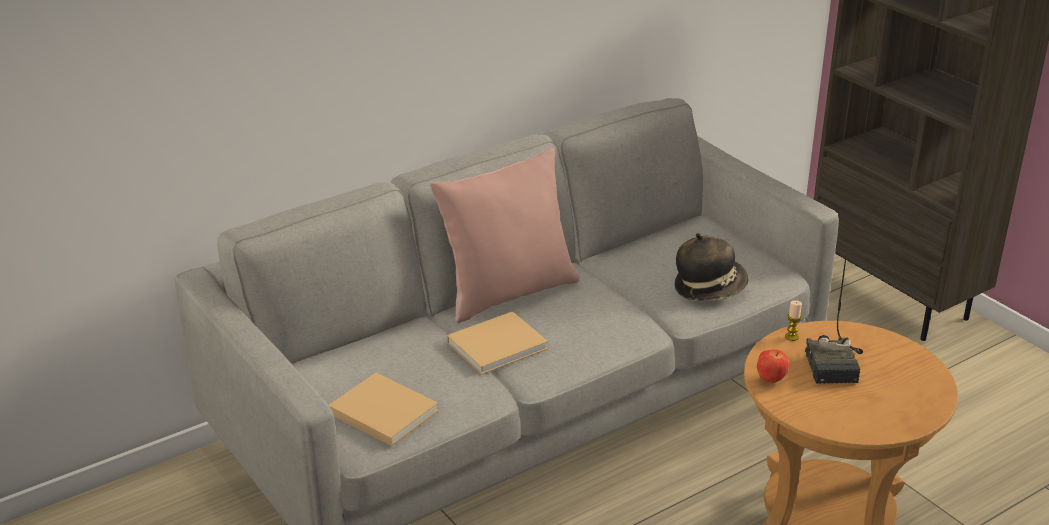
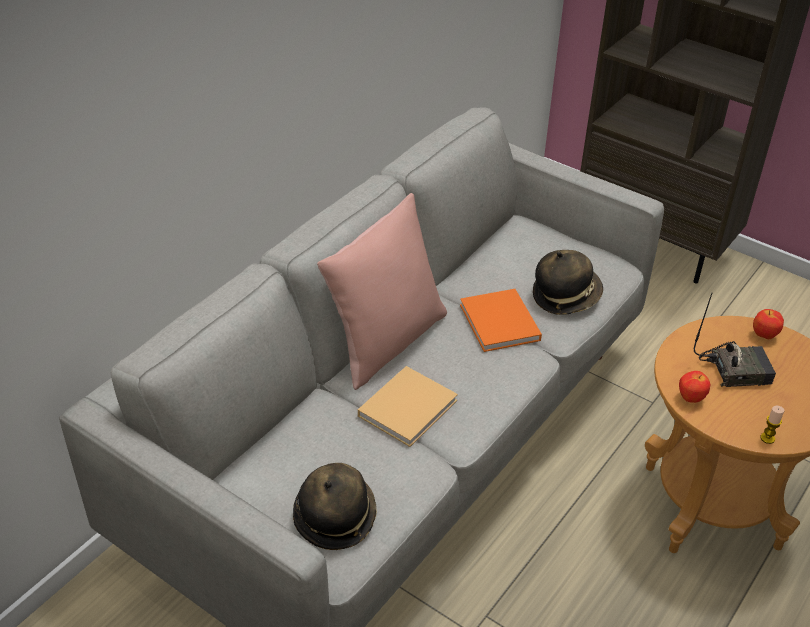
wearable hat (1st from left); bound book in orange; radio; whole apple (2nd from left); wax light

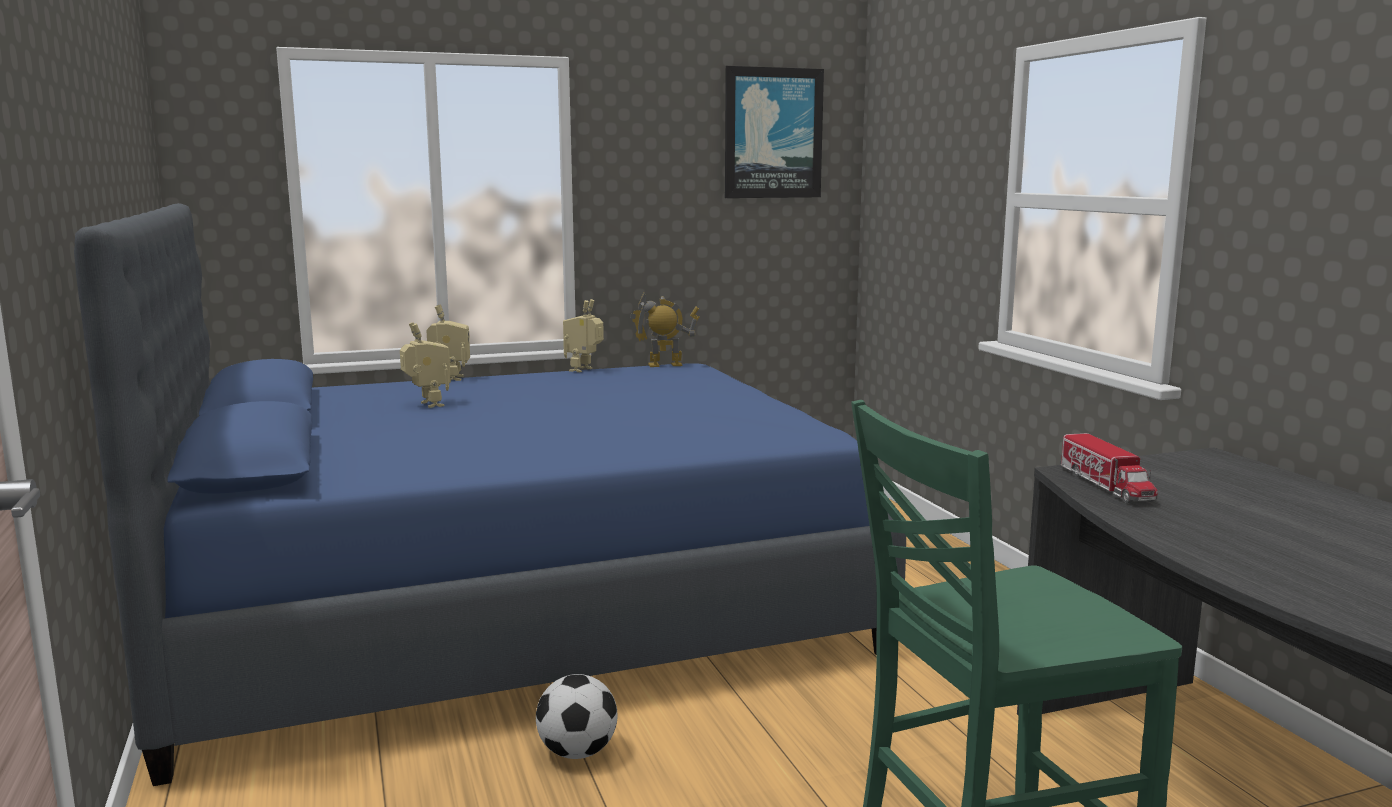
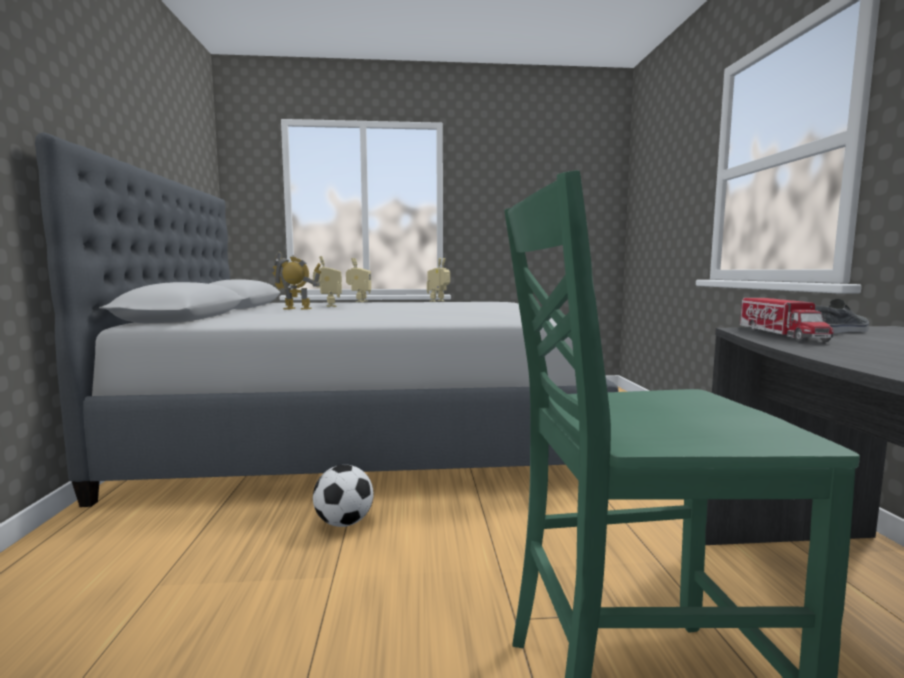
sleeping bed in greyish; toy robot (1st from left); shoe in greyish; picture

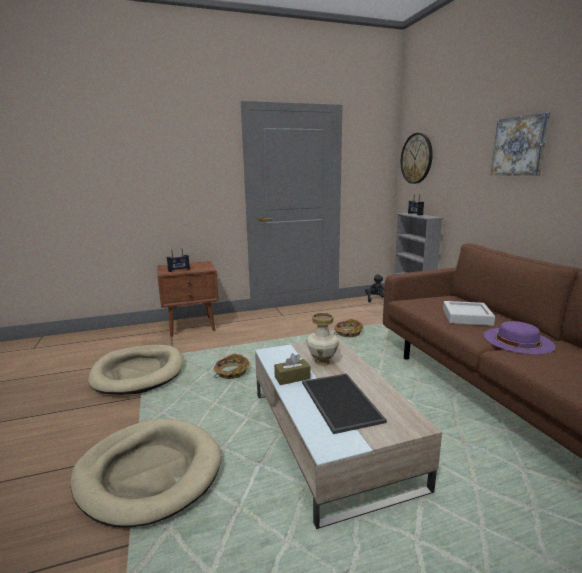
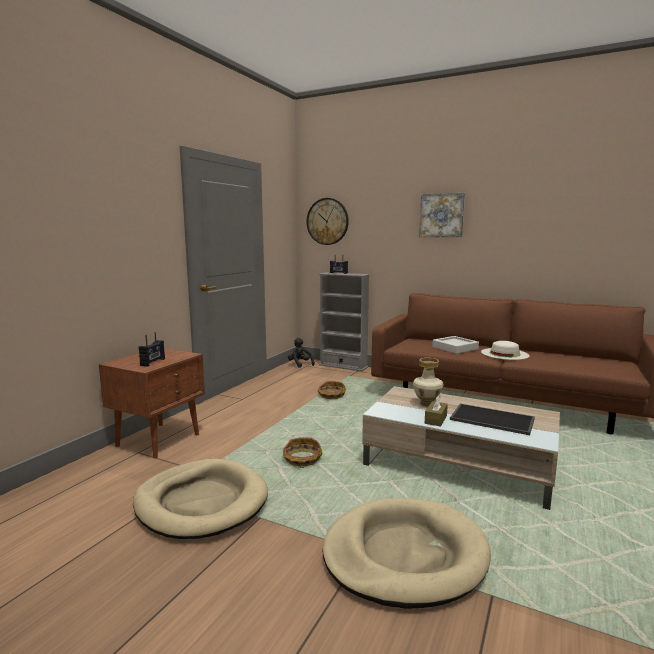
wearable hat in white

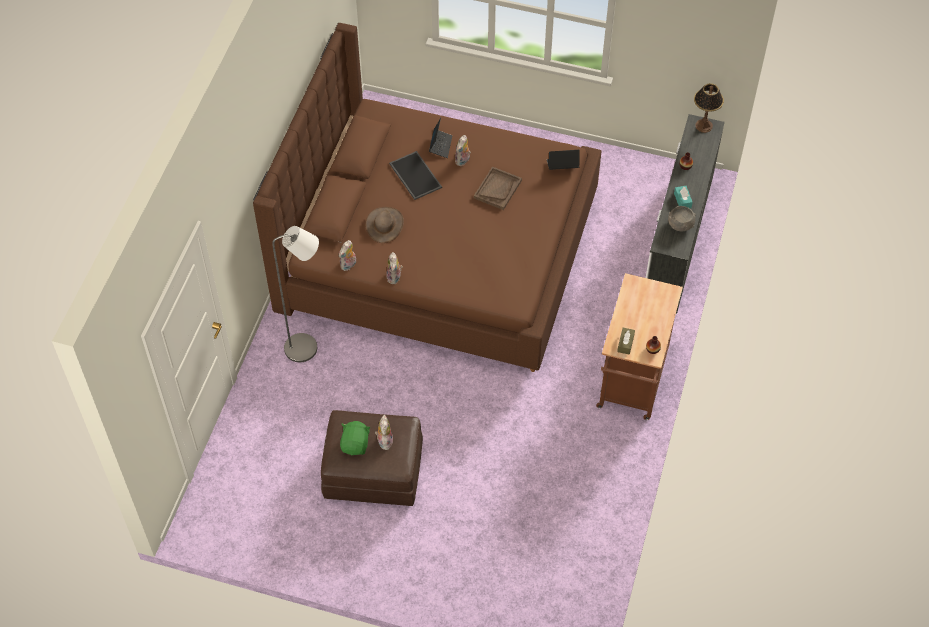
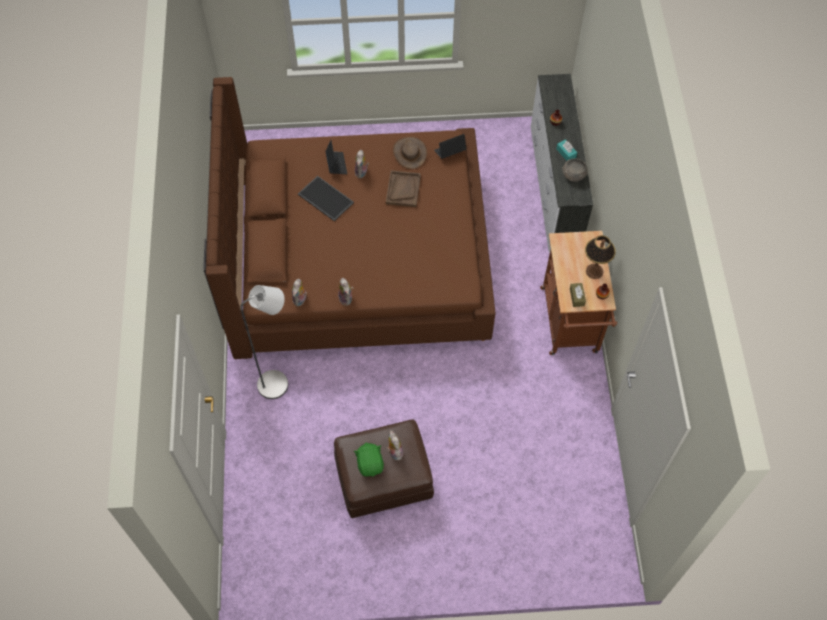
wearable hat in brown-coloured; table lamp

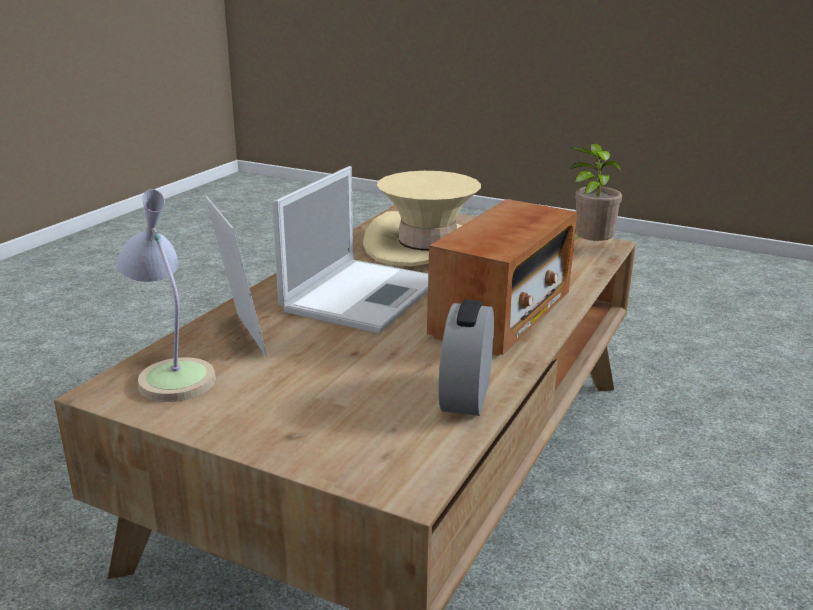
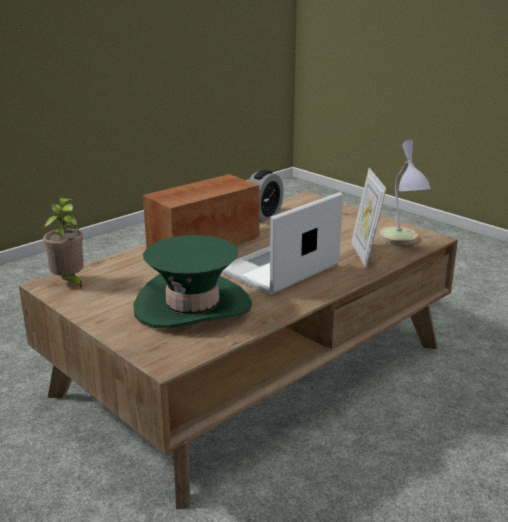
wearable hat in green-coloured

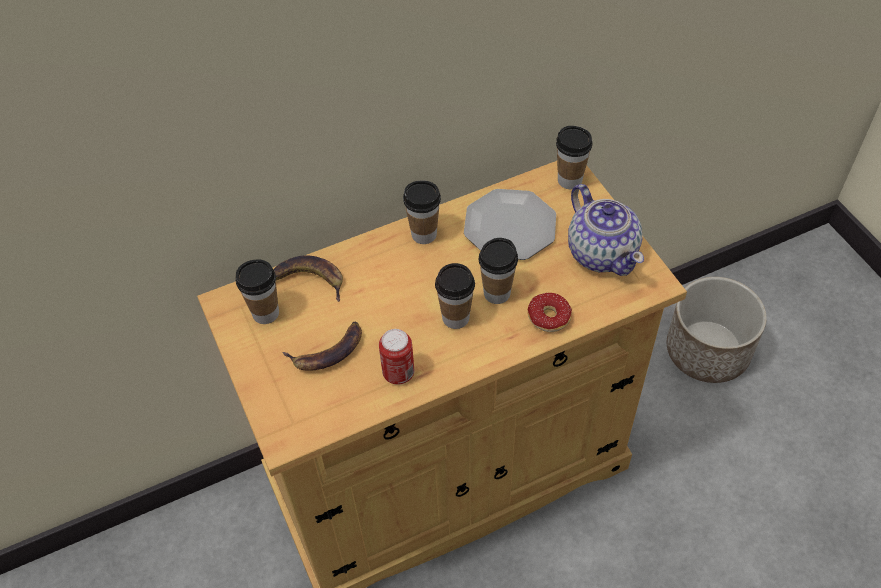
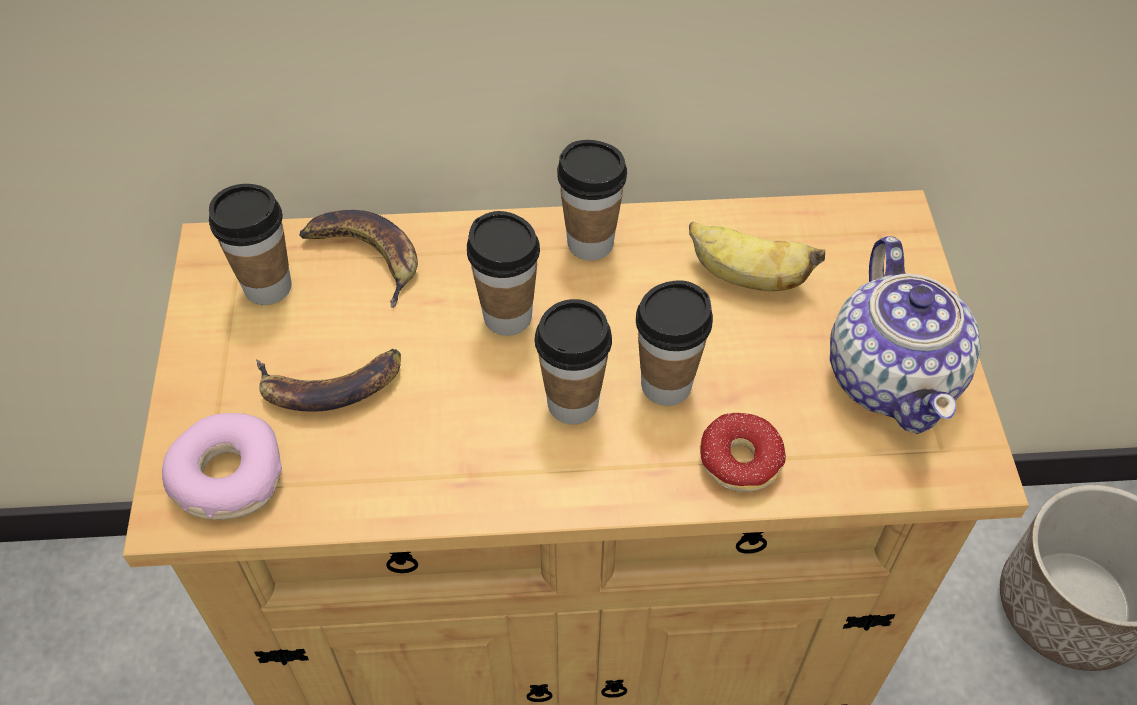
ring doughnut (1st from left); drinking cup (2nd from left); banana (3rd from left); sealed can

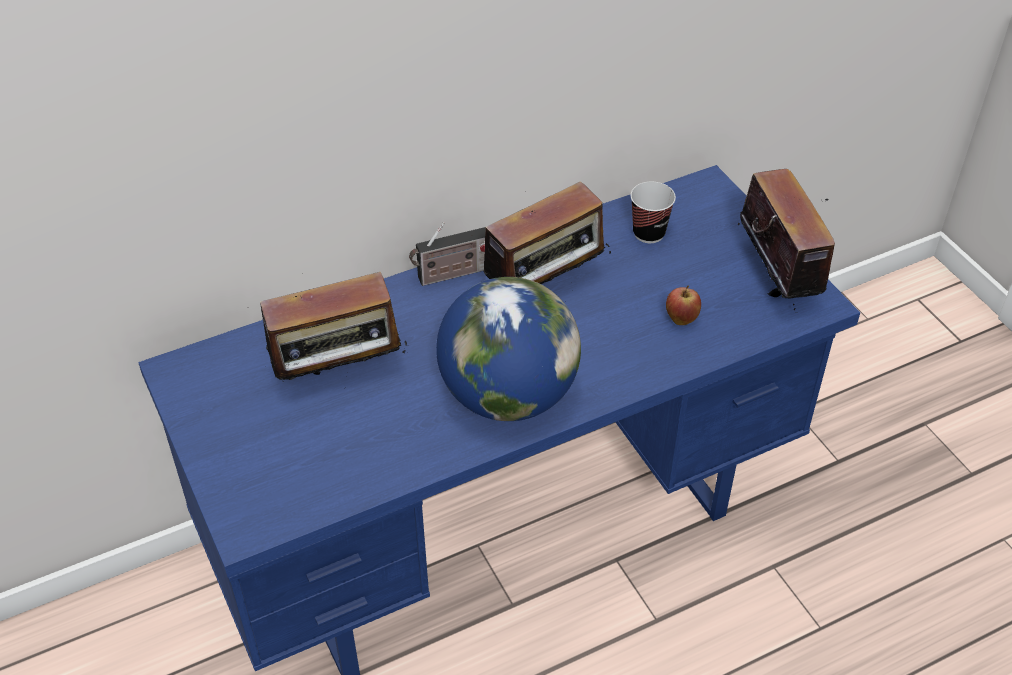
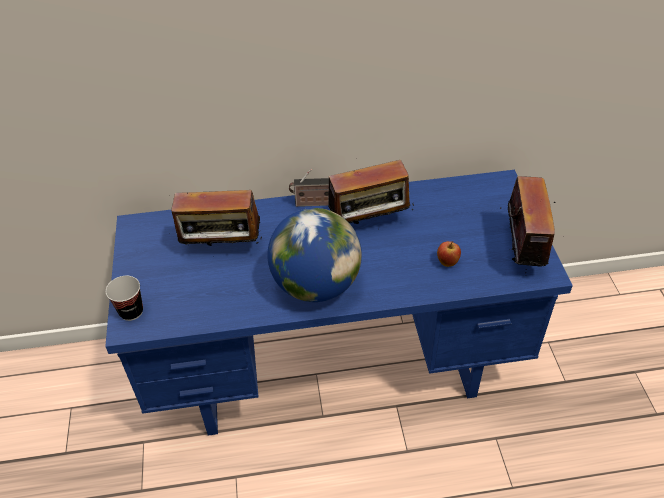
drinking cup

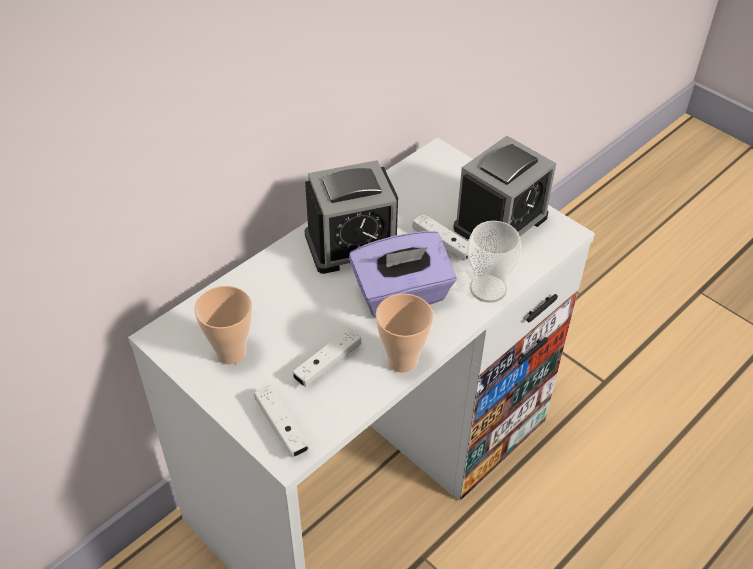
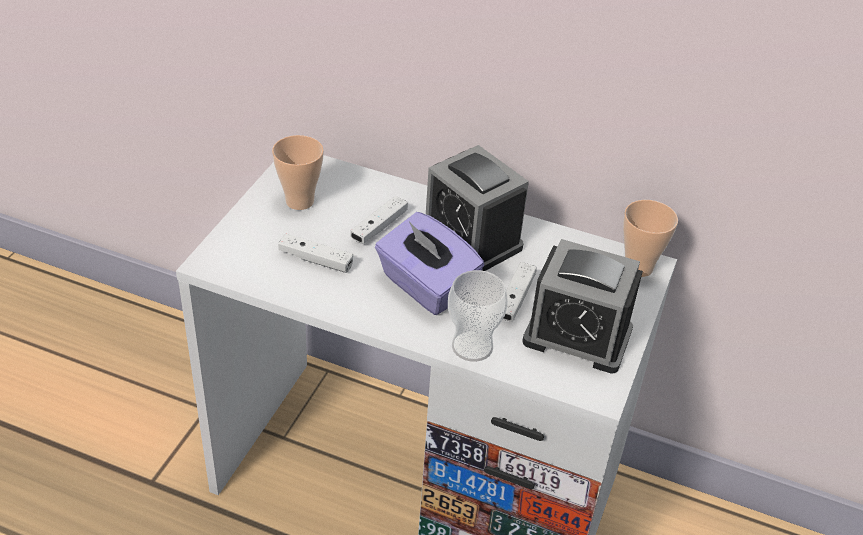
gamepad in white (2nd from left); drinking cup (3rd from left)

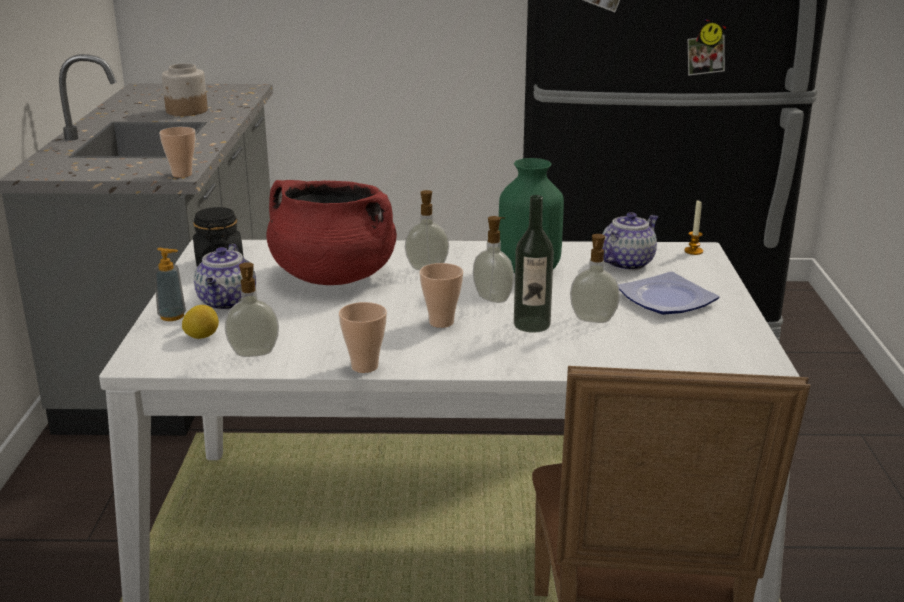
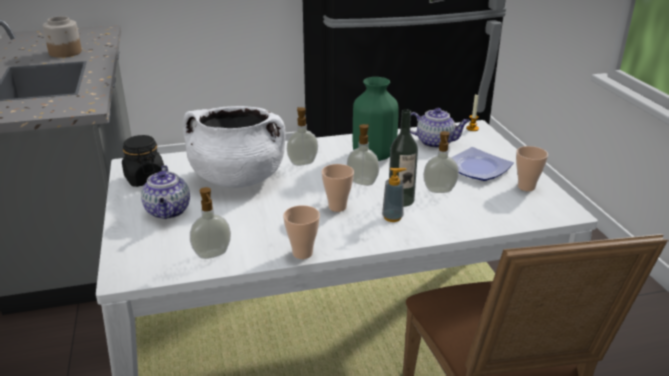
cooking pot in white; soap dispenser (4th from left); pot for tea (2nd from left); drinking cup (3rd from left); whole lemon

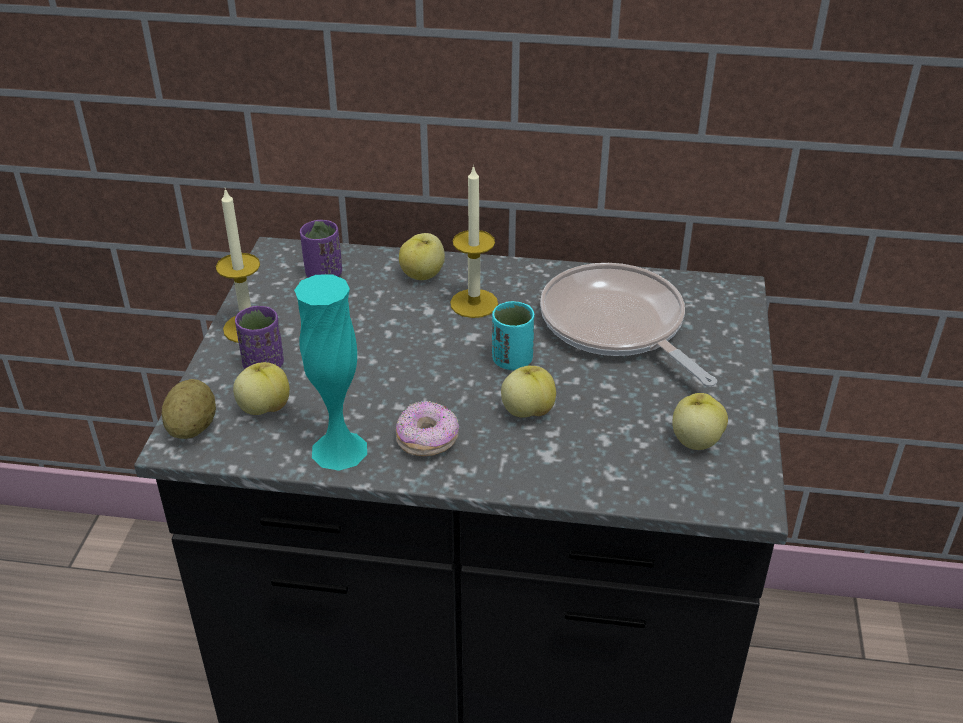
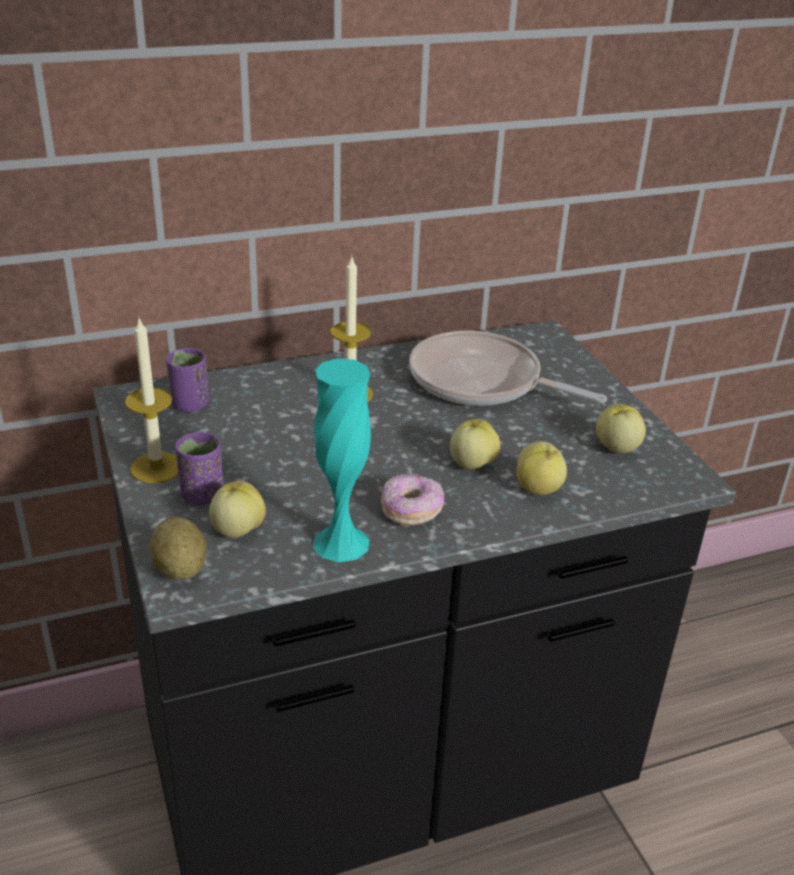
whole apple (3rd from left); drinking cup in turquoise-coloured

